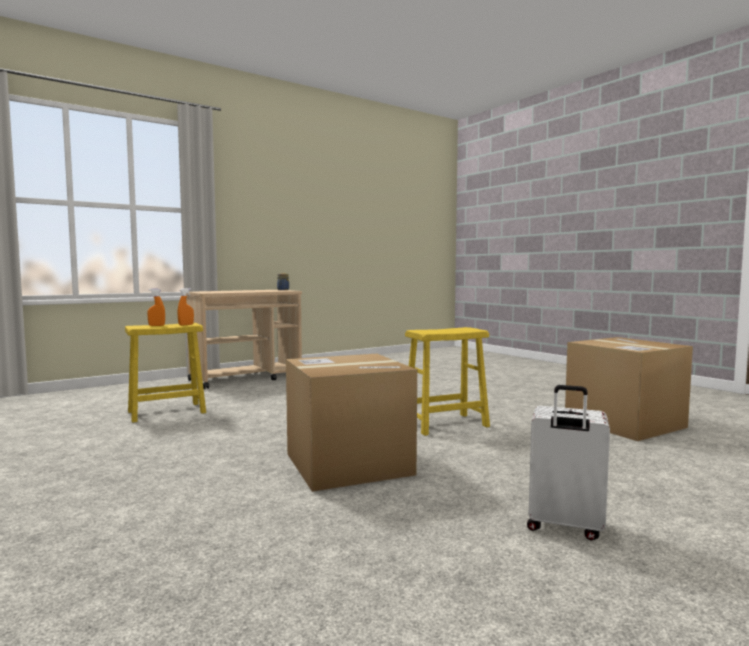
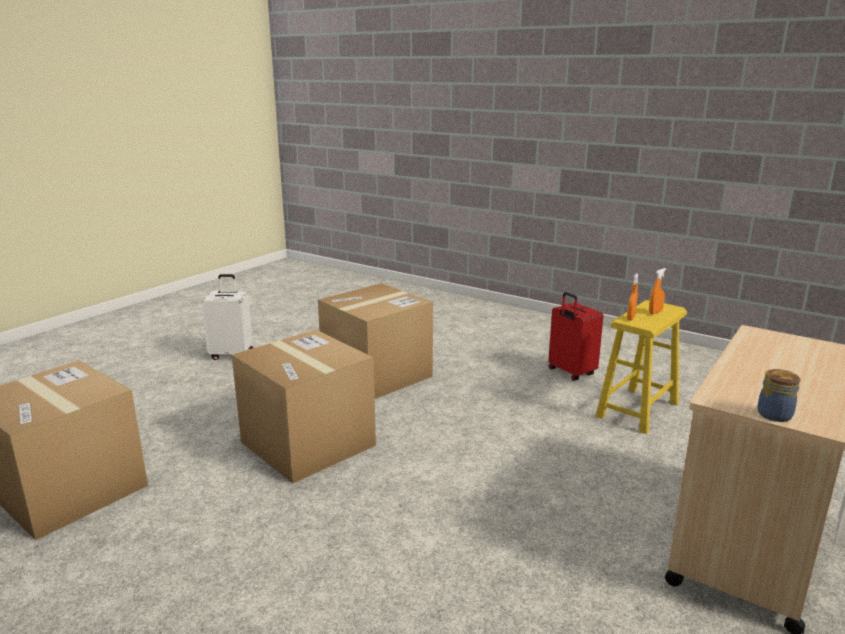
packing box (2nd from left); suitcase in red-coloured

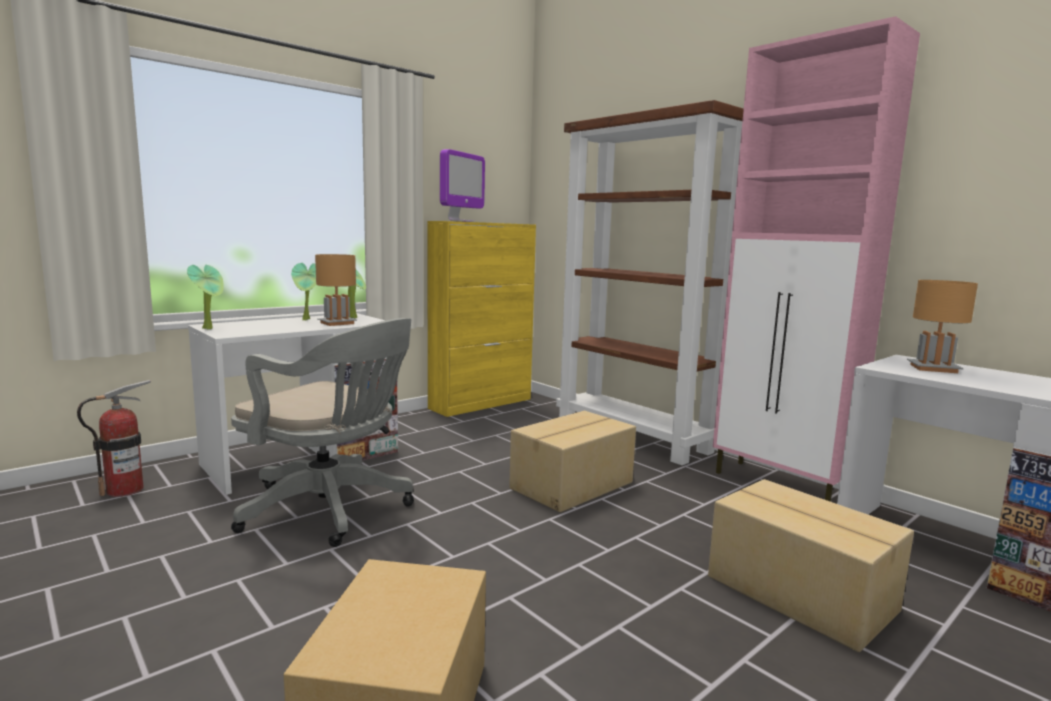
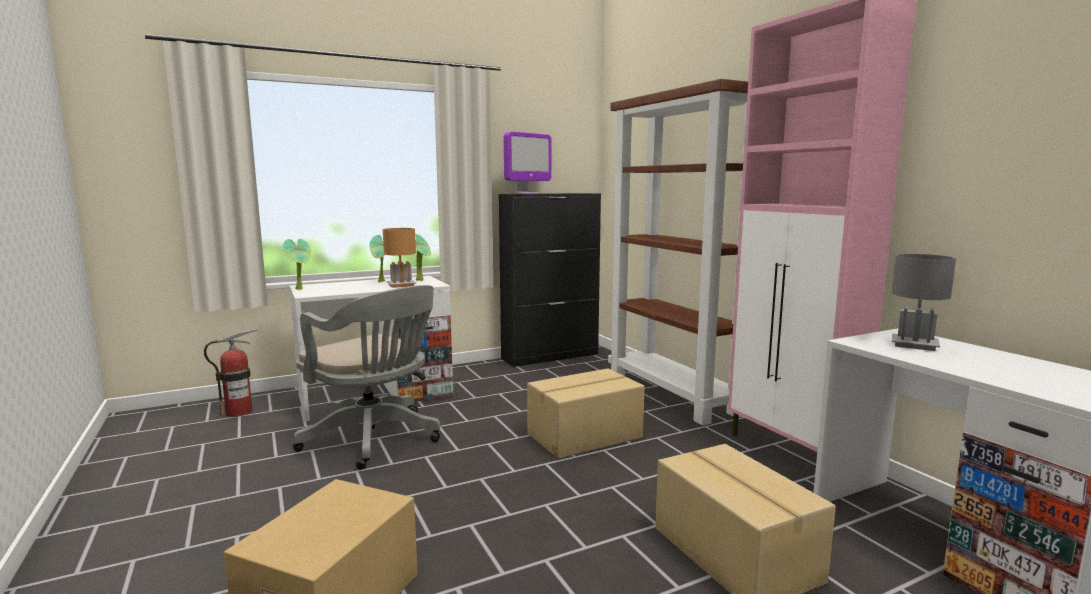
cupboard in black; table lamp in greyish

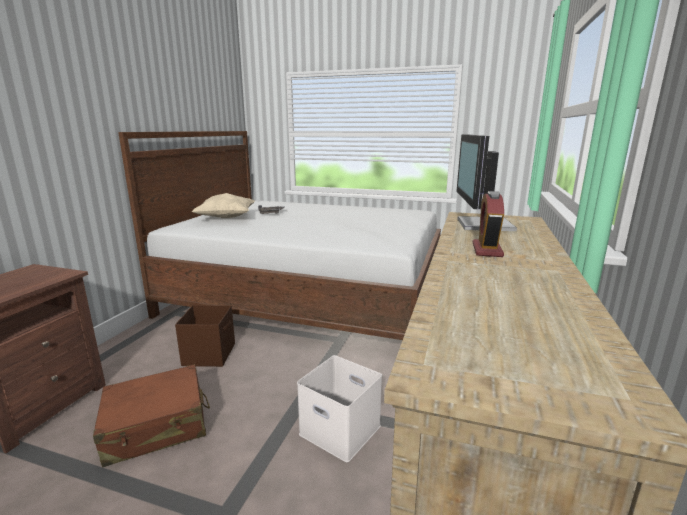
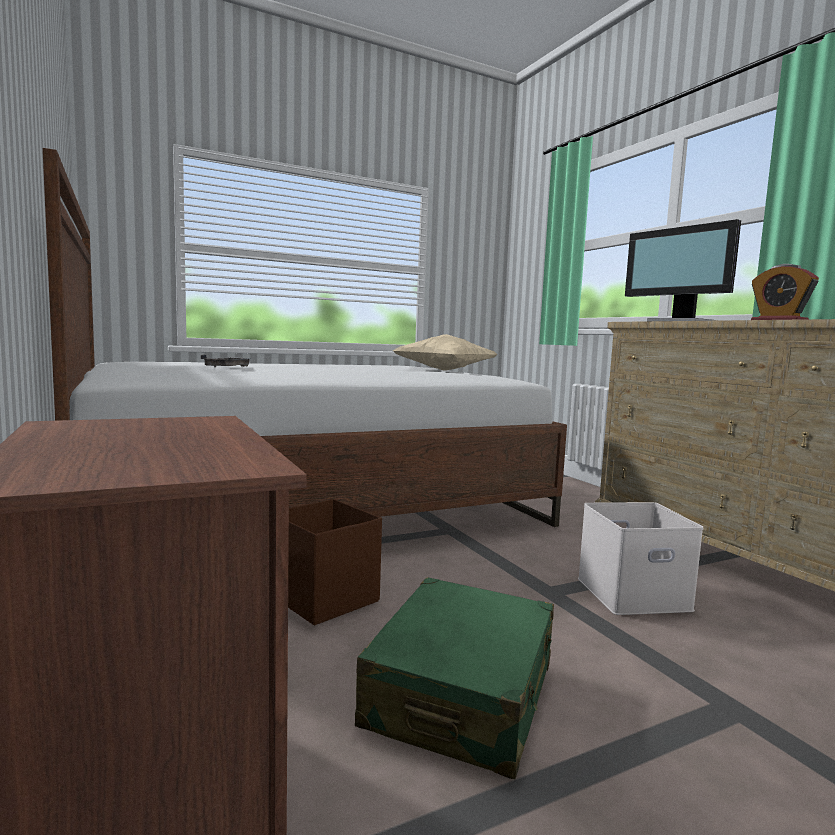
suitcase in green-coloured; pillow in sand-coloured

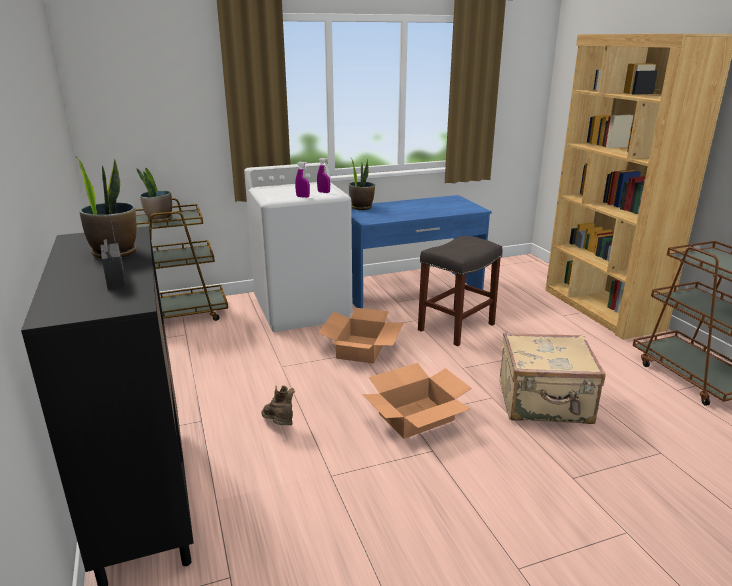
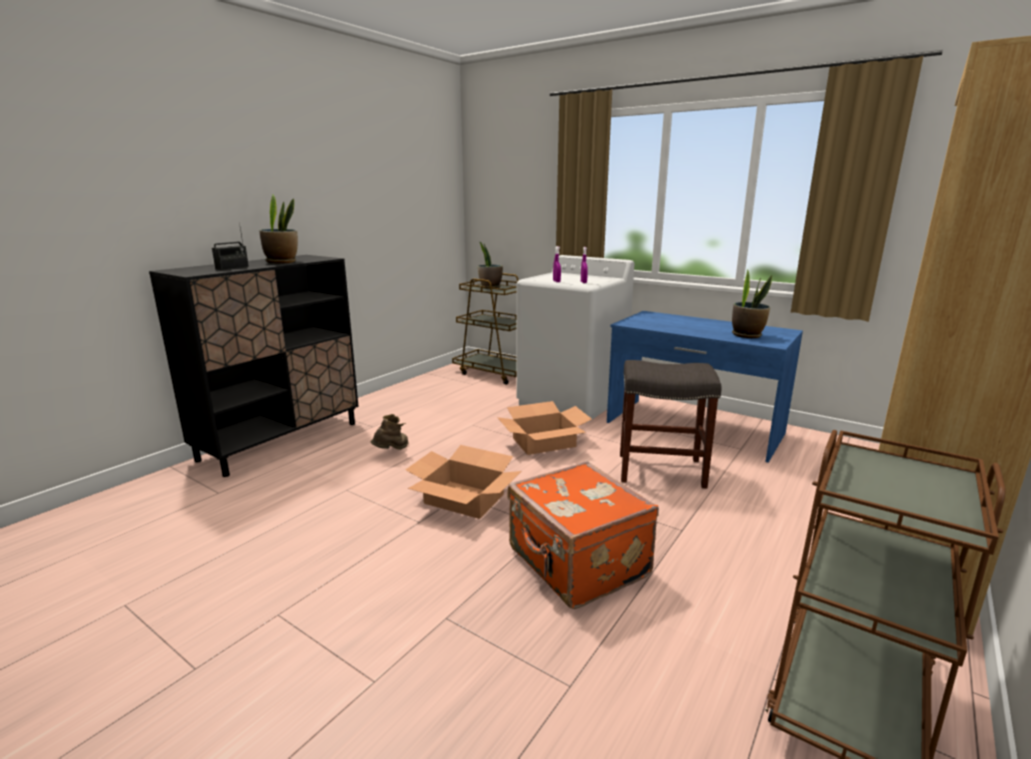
suitcase in orange; potted plant (3rd from left)

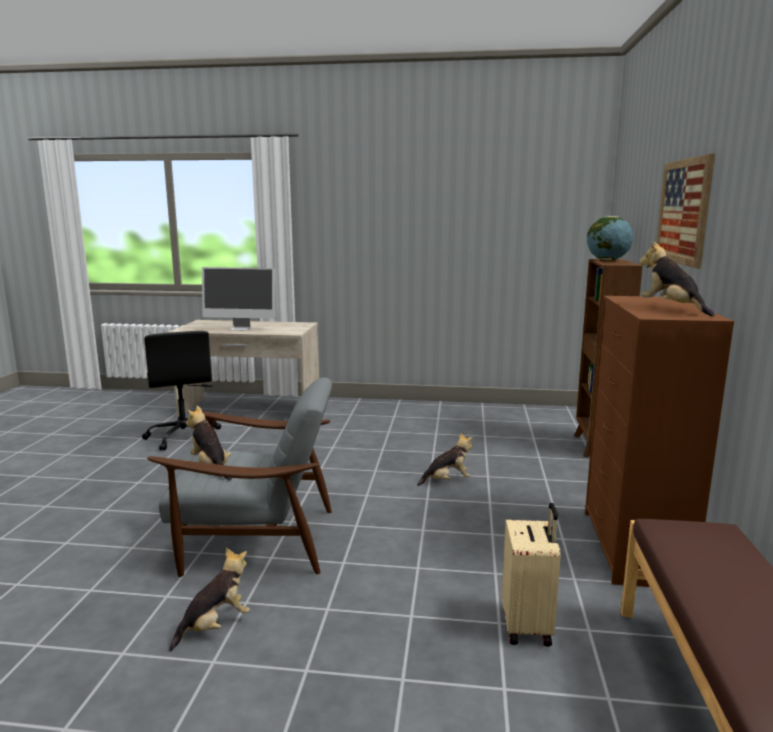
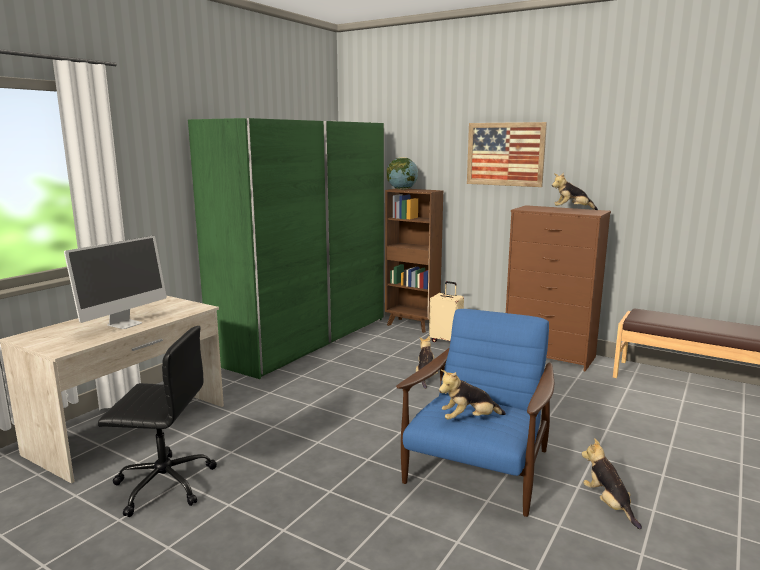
clothes cupboard in green-coloured; lounge chair in blue; suitcase in sand-coloured

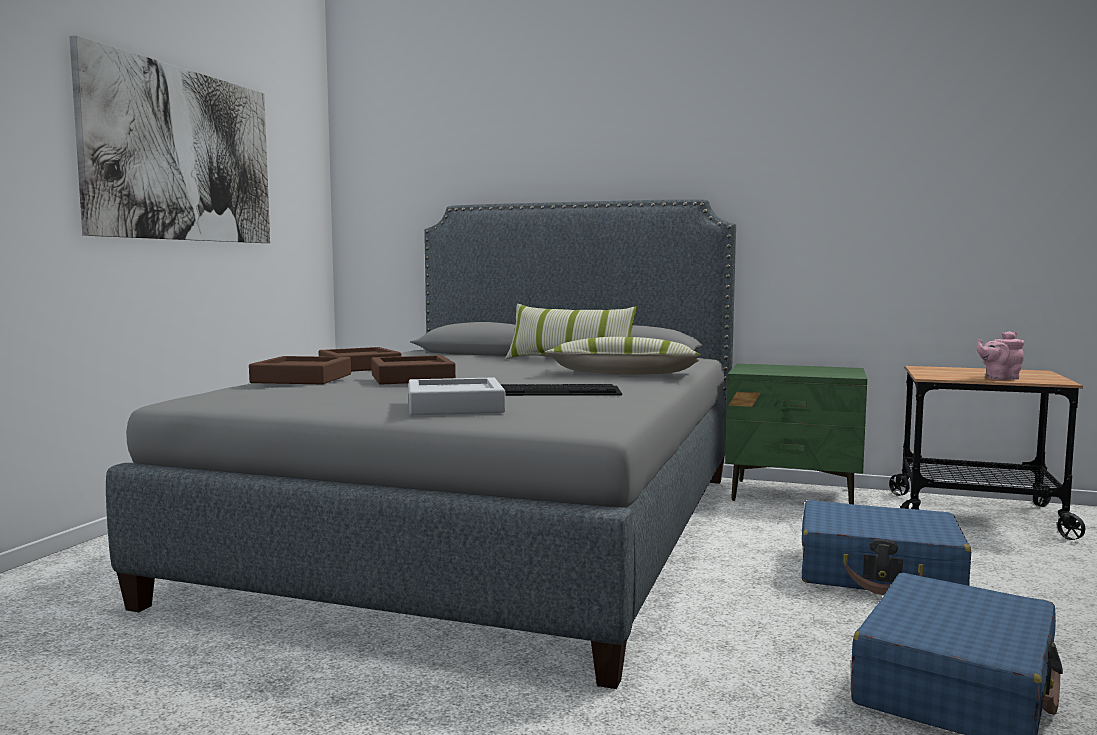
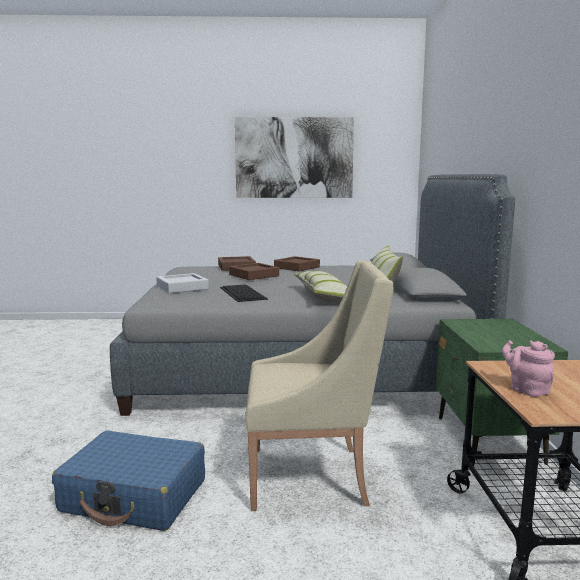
lounge chair in sand-coloured

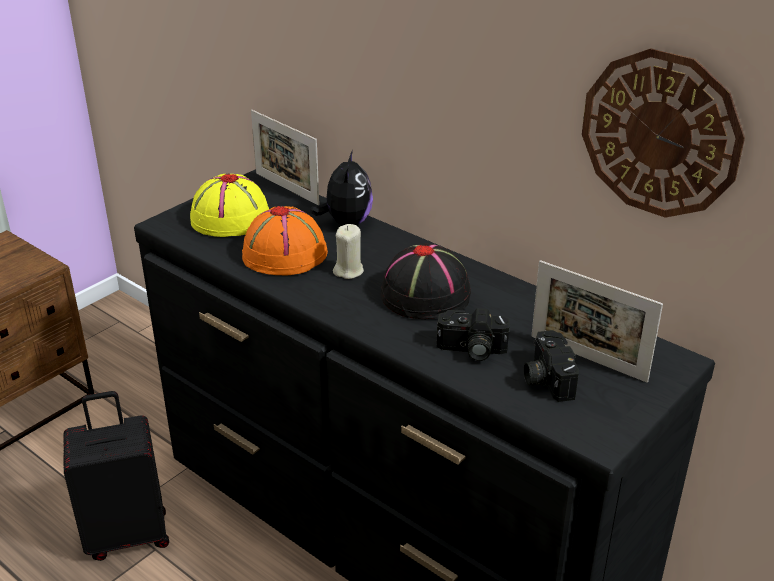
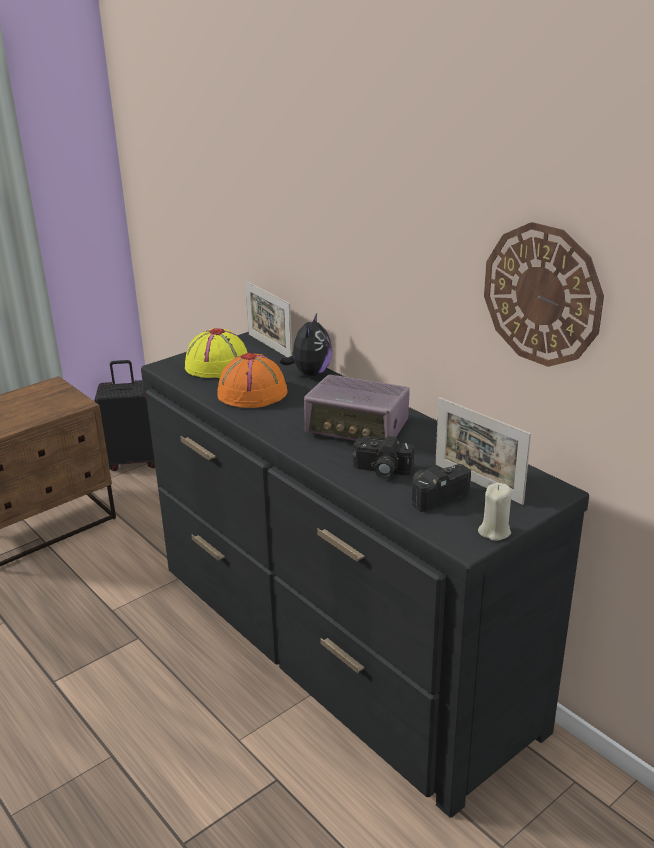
suitcase in black; radio; photo camera (2nd from left); wax light in sand-coloured

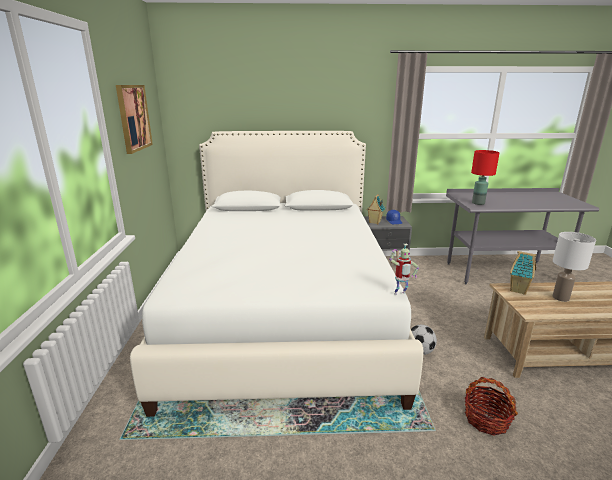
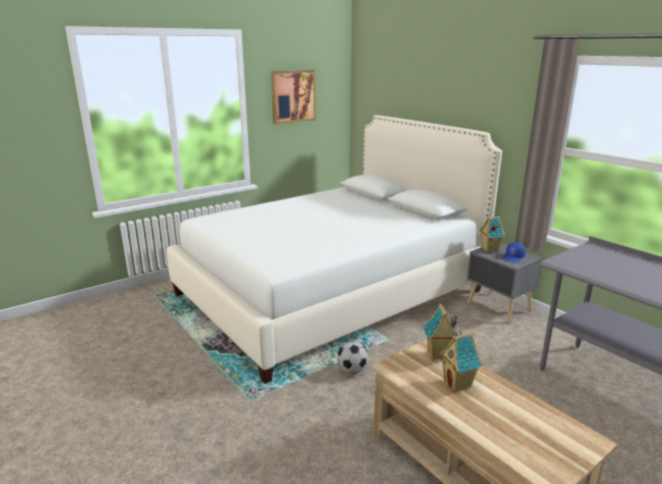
model house (2nd from left); toy robot; household basket; table lamp in red-coloured

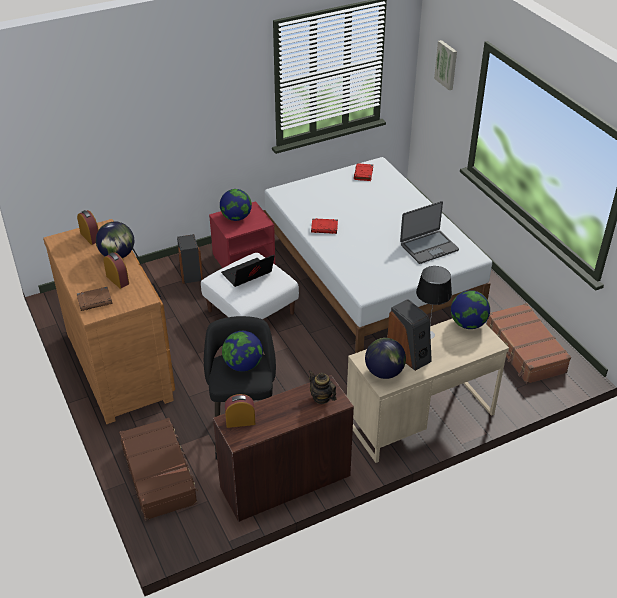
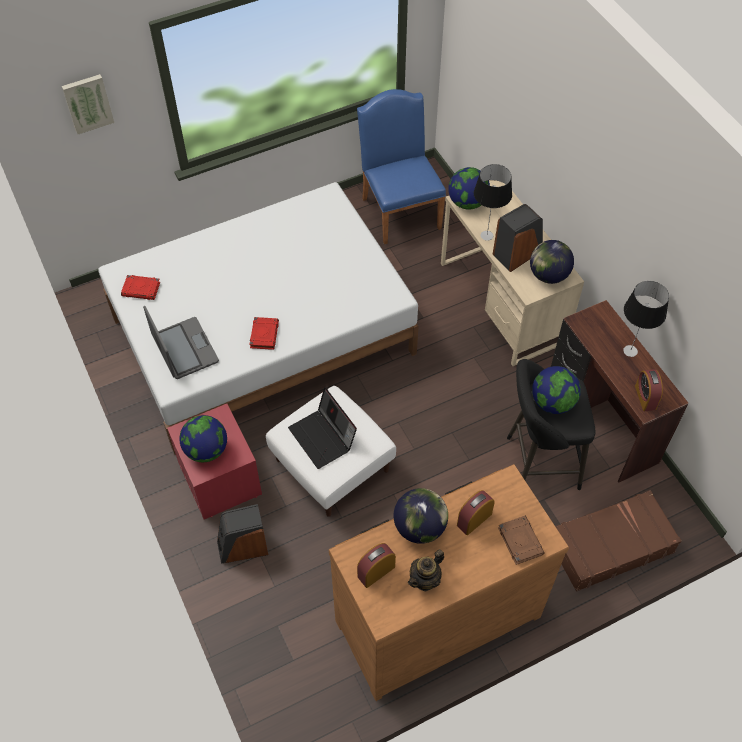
notebook computer (1st from left); chair in blue; pot for tea; table lamp (2nd from left)

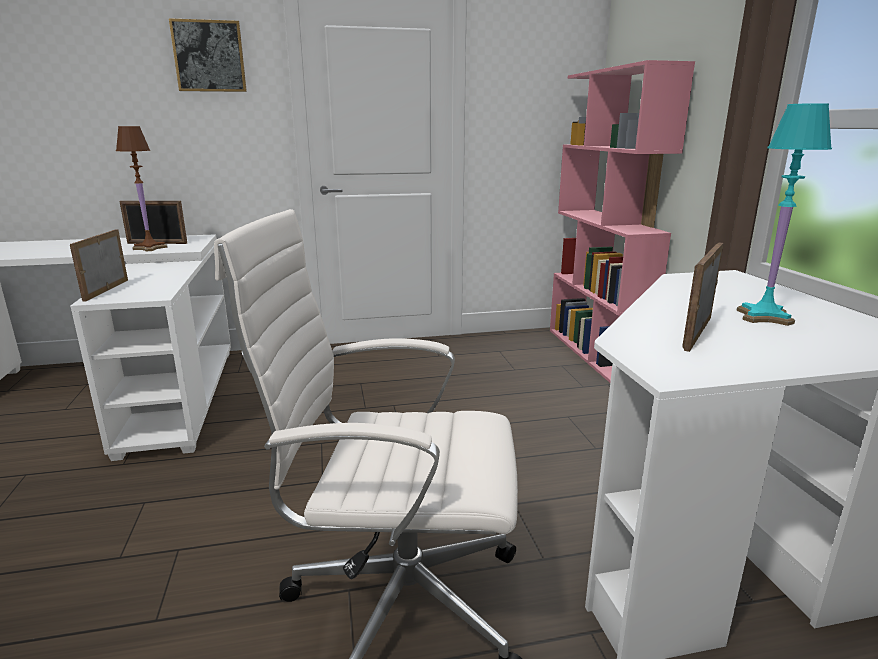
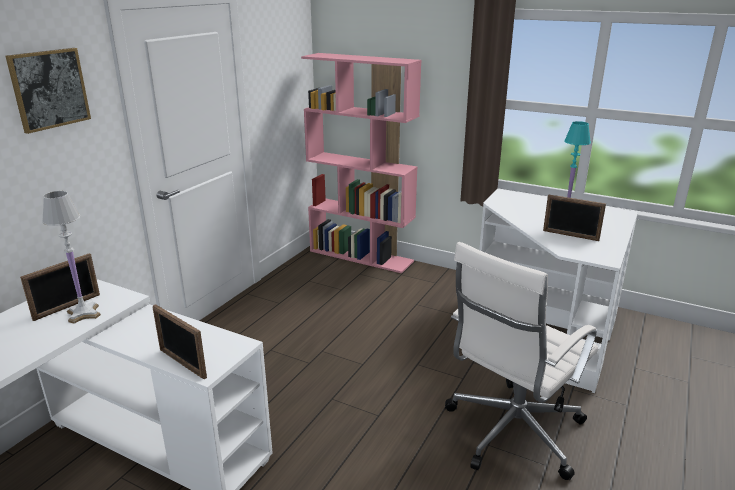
table lamp in white; picture frame (3rd from left)

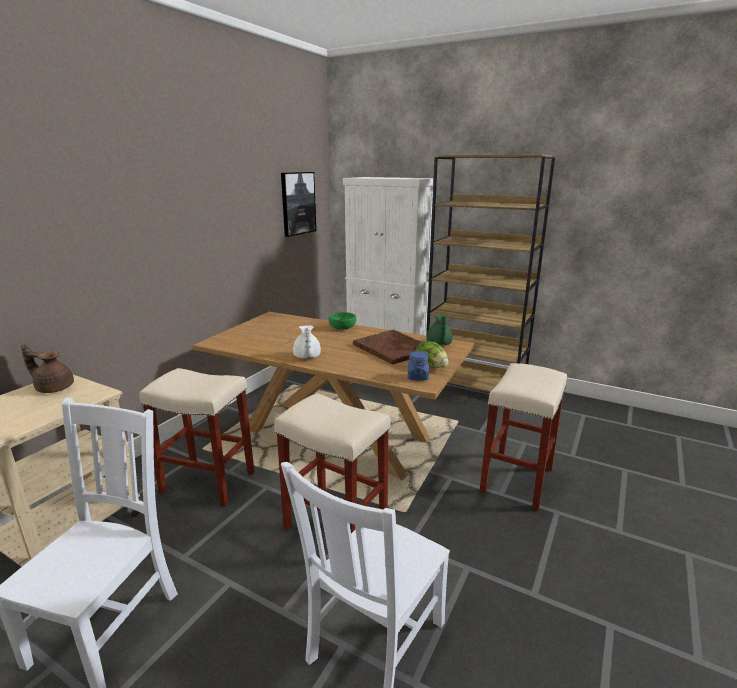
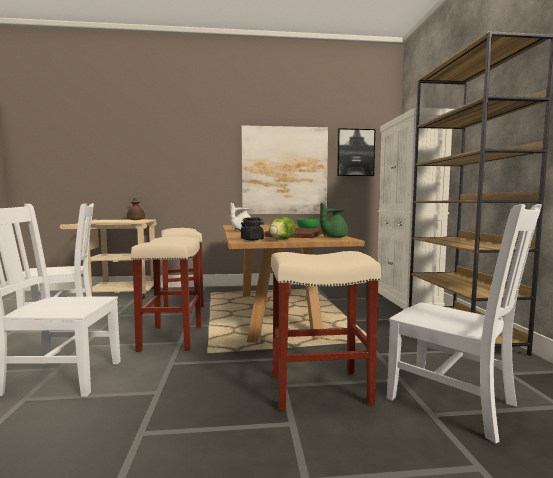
storage jar in black; picture (1st from left); chair in white (3rd from left)

